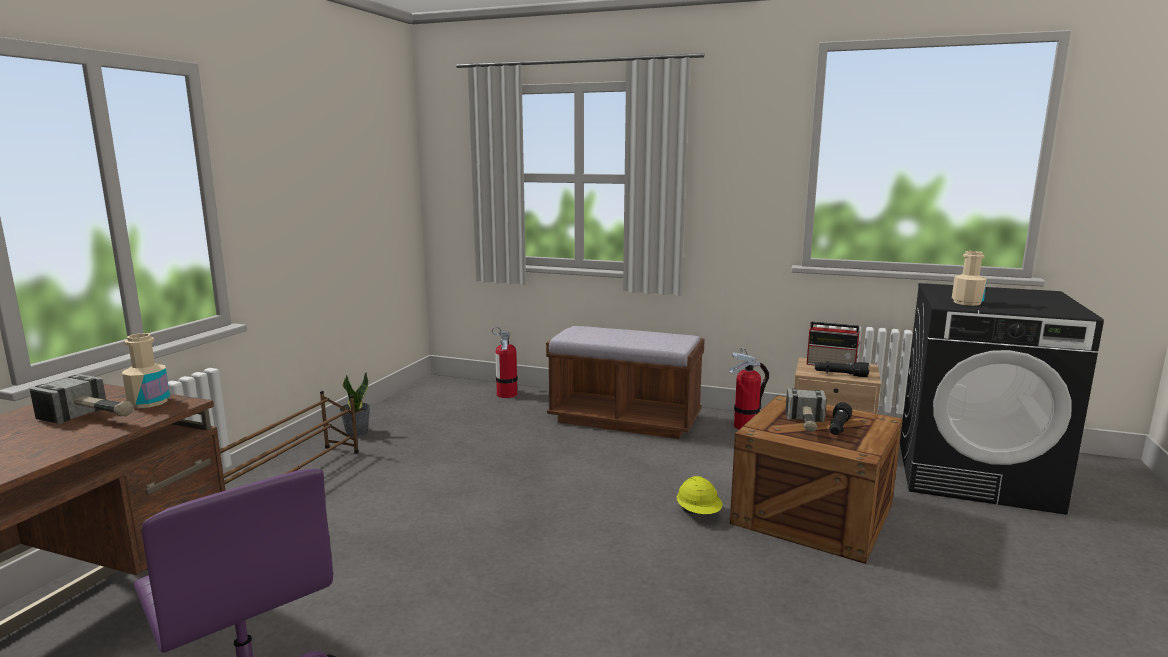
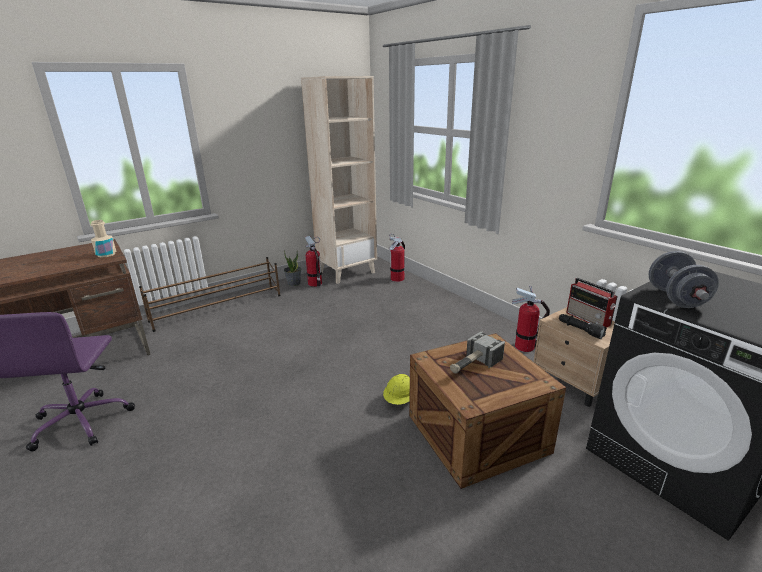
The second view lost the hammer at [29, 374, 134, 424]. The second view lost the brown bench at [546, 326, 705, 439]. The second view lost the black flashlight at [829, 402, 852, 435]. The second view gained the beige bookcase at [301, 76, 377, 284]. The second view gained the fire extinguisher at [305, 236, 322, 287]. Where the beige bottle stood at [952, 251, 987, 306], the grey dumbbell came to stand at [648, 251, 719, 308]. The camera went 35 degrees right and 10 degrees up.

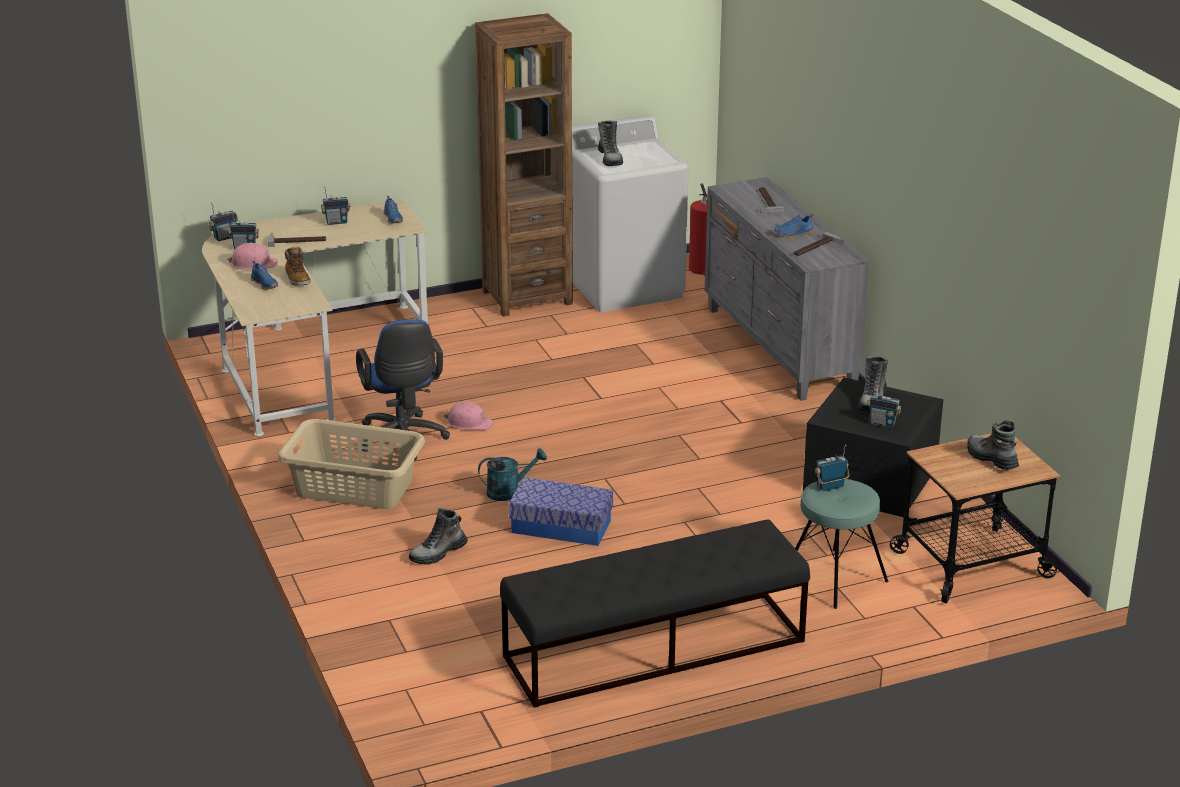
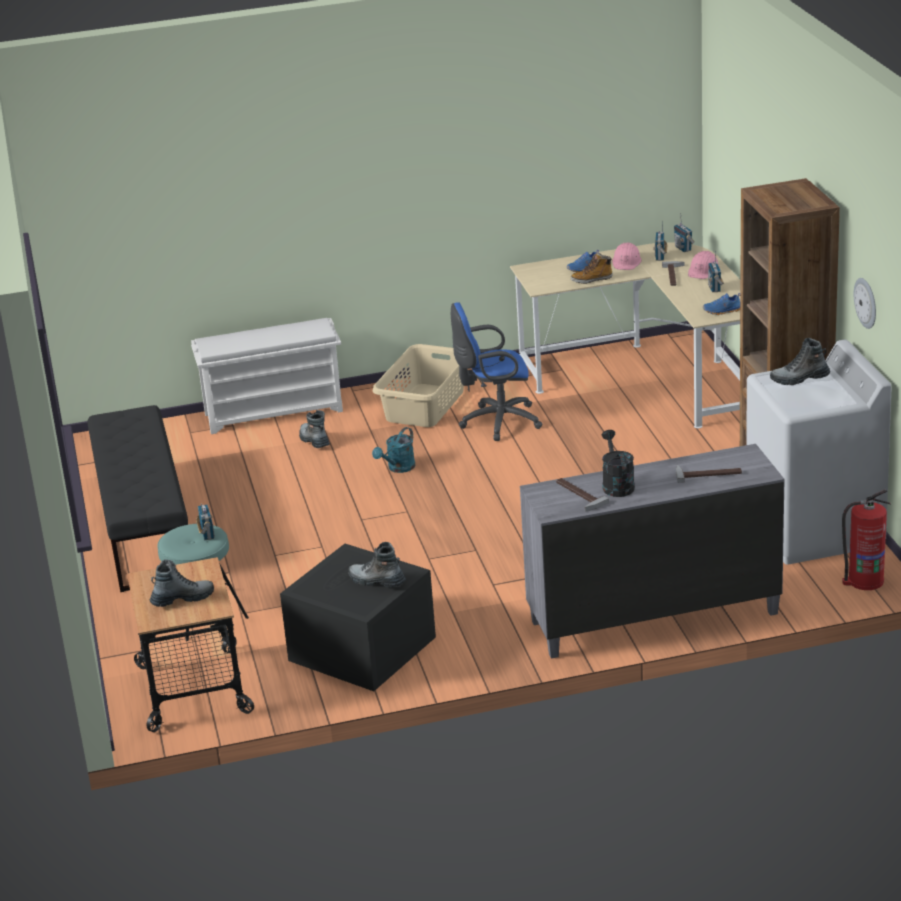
The second view lost the storage box at [508, 477, 613, 546]. The second view lost the radio at [867, 381, 901, 428]. The second view gained the white shoe rack at [191, 318, 343, 434]. The second view gained the wall clock at [854, 278, 876, 329]. The pink hard hat ended up elsewhere, having gone from [444, 401, 494, 430] to [688, 251, 720, 279]. Where the blue shoe stood at [774, 214, 814, 238], the black watering can came to stand at [602, 430, 635, 497]. The turquoise watering can at [478, 448, 547, 501] ended up facing another way, 45 degrees clockwise from before. The camera went 100 degrees right and 0 degrees up.

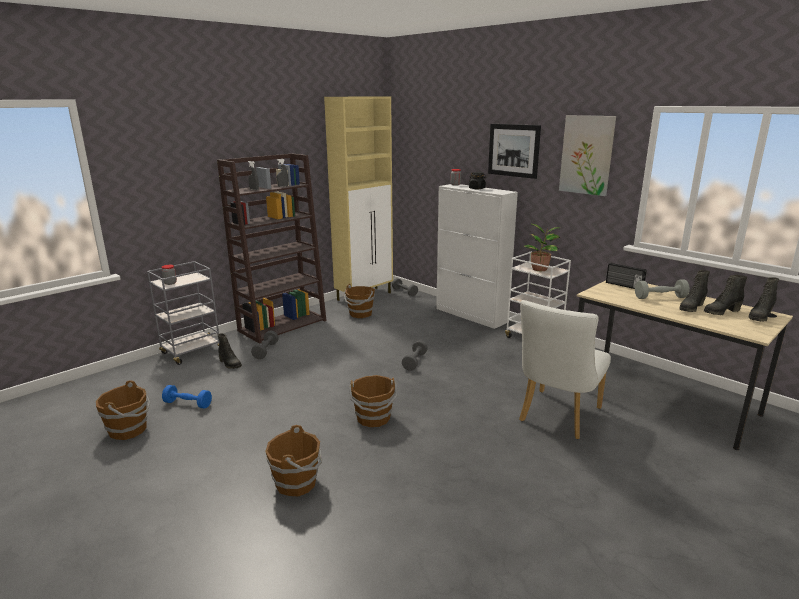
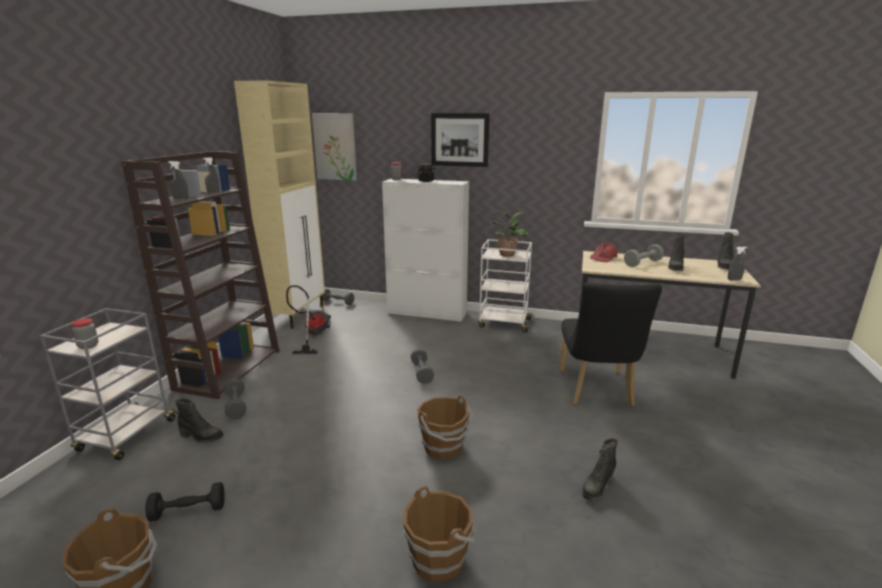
The second view gained the grey spray bottle at [728, 247, 747, 280]. The picture ended up elsewhere, having gone from [559, 115, 616, 196] to [312, 113, 357, 180]. The black boot ended up elsewhere, having gone from [704, 275, 747, 315] to [582, 438, 618, 501]. Where the brown bucket stood at [343, 284, 375, 318], the vacuum cleaner came to stand at [286, 285, 331, 354]. Where the radio stood at [606, 263, 647, 289], the red cap came to stand at [590, 242, 617, 262]. What was the blue dumbbell at [162, 385, 212, 409] turned into the black dumbbell at [145, 482, 225, 522]. What was the white chair at [519, 300, 611, 439] turned into the black chair at [559, 283, 662, 406]. The camera went 30 degrees left and 0 degrees up.

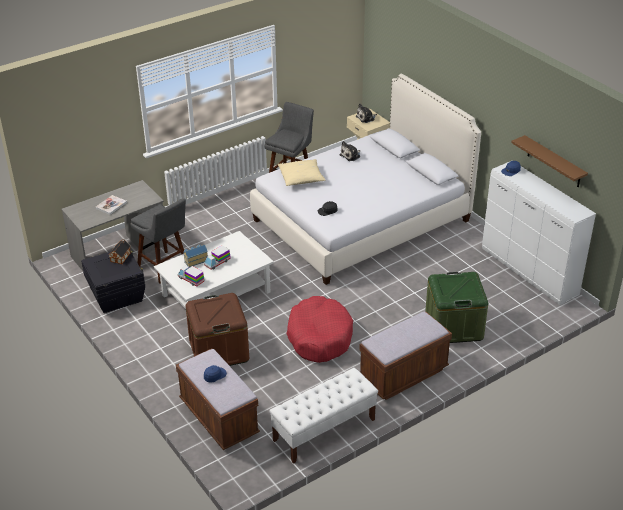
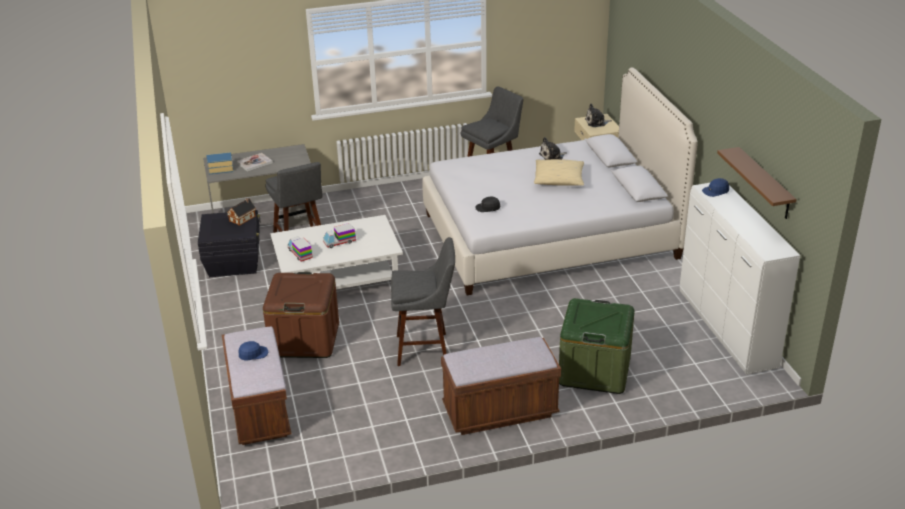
The second view lost the white bench at [269, 368, 378, 464]. The toy house ended up elsewhere, having gone from [184, 244, 208, 268] to [206, 152, 234, 175]. The beige pillow ended up elsewhere, having gone from [278, 159, 326, 186] to [534, 159, 584, 186]. Where the red dog bed stood at [286, 296, 353, 363], the grey stool came to stand at [391, 237, 455, 366]. The camera went 20 degrees right and 5 degrees down.

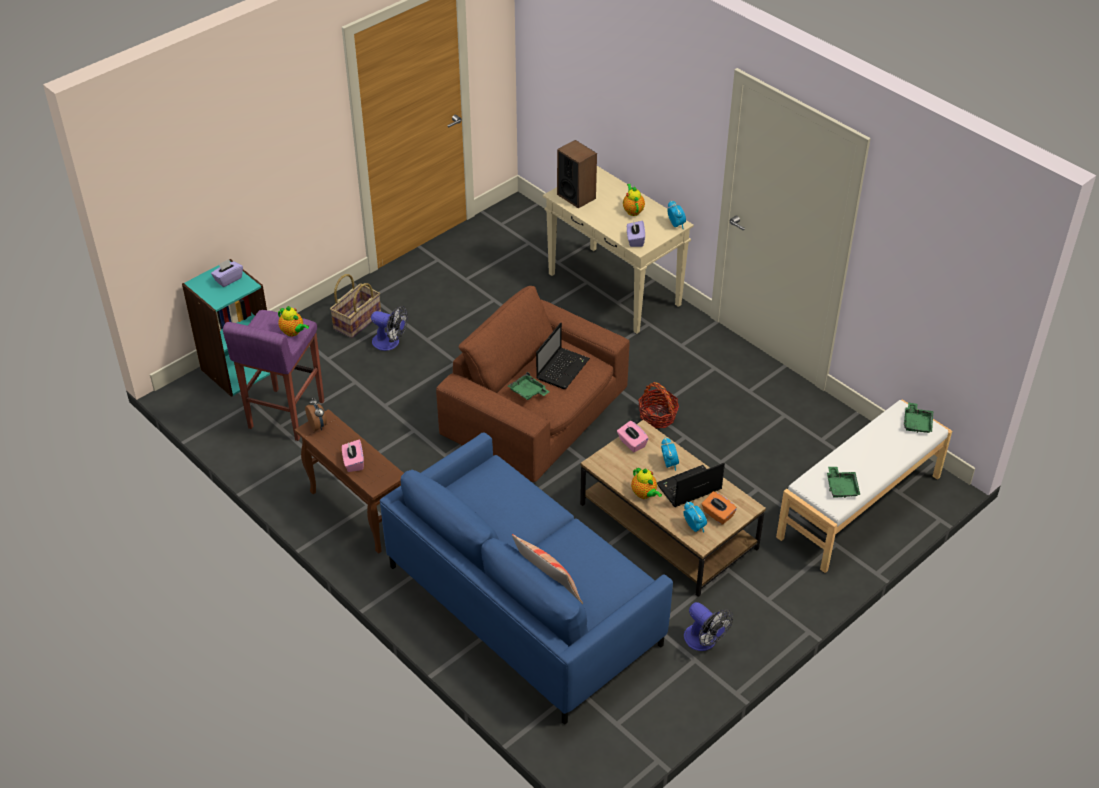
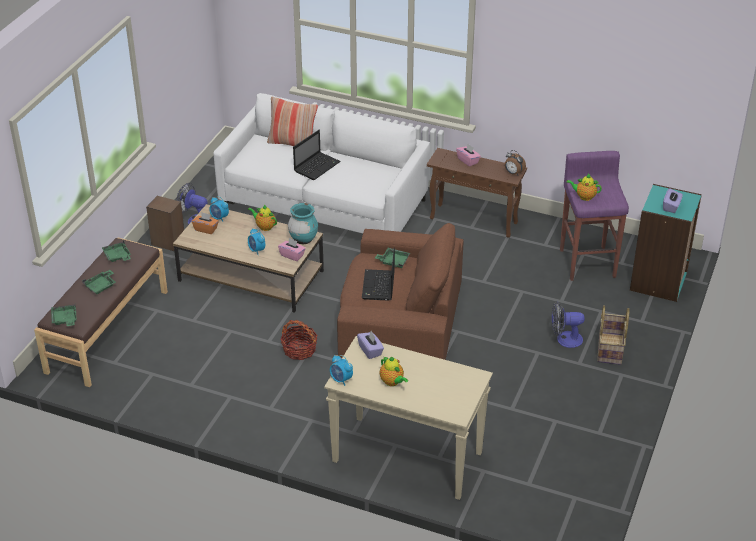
The second view gained the green tray at [82, 270, 116, 294]. The second view gained the turquoise vase at [288, 203, 318, 244]. The speaker ended up elsewhere, having gone from [557, 140, 597, 208] to [146, 196, 184, 251]. The laptop ended up elsewhere, having gone from [657, 463, 725, 507] to [293, 130, 340, 180]. What was the blue sofa at [380, 433, 673, 725] turned into the white sofa at [213, 93, 430, 234]. What was the white bench at [776, 399, 952, 573] turned into the brown bench at [34, 238, 168, 387]. The camera went 155 degrees right and 5 degrees down.

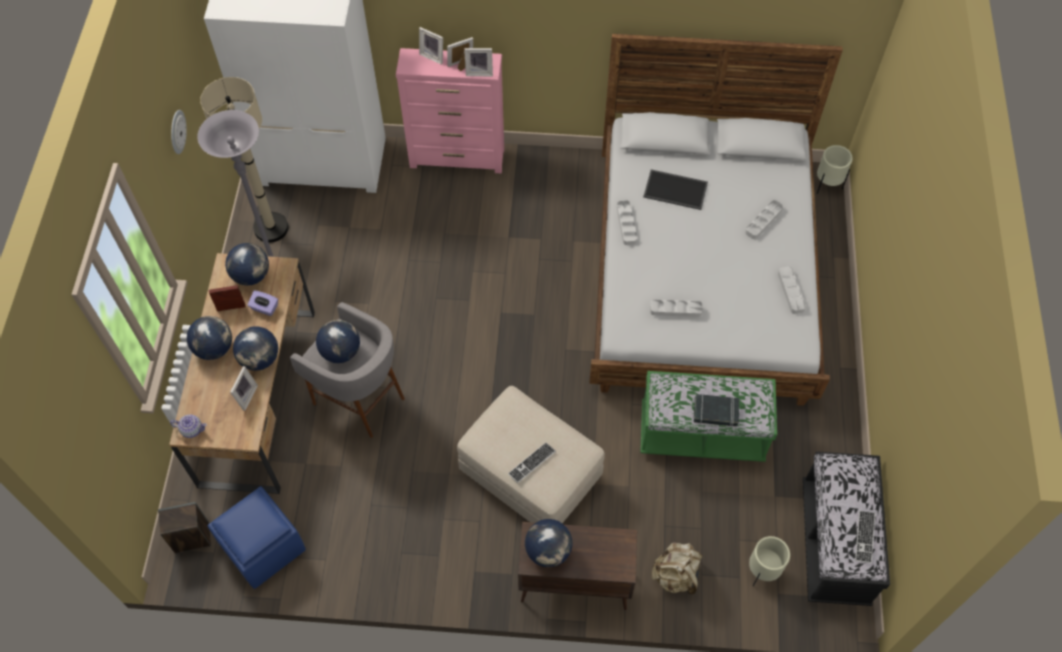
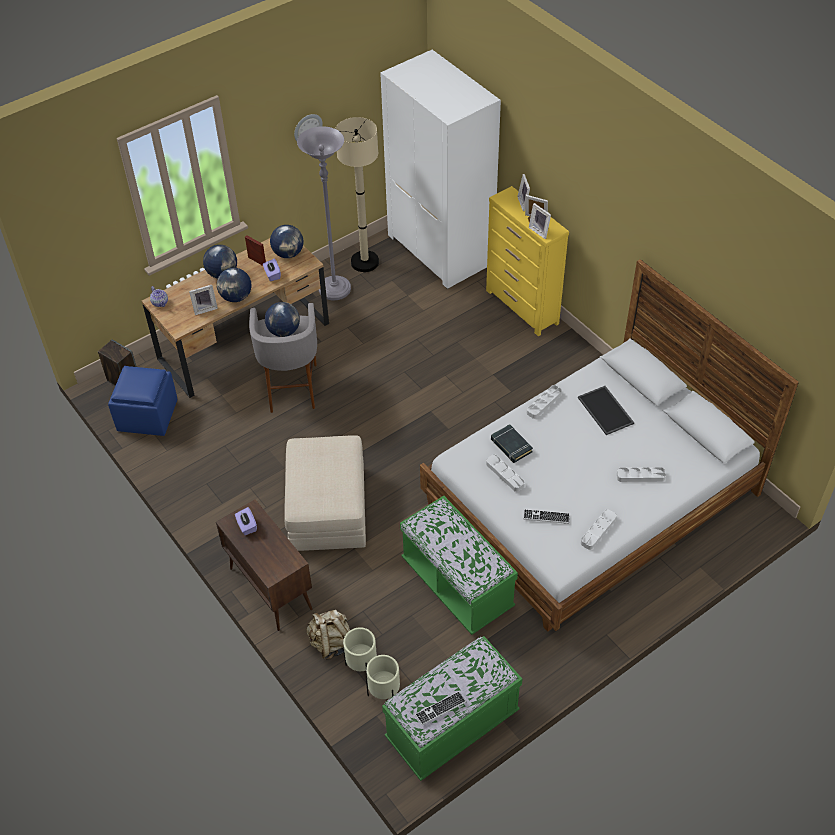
The keyboard ended up elsewhere, having gone from [508, 442, 556, 483] to [523, 509, 570, 524]. The black book ended up elsewhere, having gone from [694, 394, 739, 427] to [491, 424, 533, 463]. The beige planter ended up elsewhere, having gone from [817, 145, 853, 194] to [343, 627, 377, 675]. Where the globe stood at [525, 519, 572, 567], the purple tissue box came to stand at [235, 507, 257, 535]. What was the pink dresser at [396, 48, 504, 173] turned into the yellow dresser at [486, 186, 569, 336]. What was the black bench at [803, 451, 890, 606] turned into the green bench at [382, 636, 523, 781]. The camera went 50 degrees right and 10 degrees down.

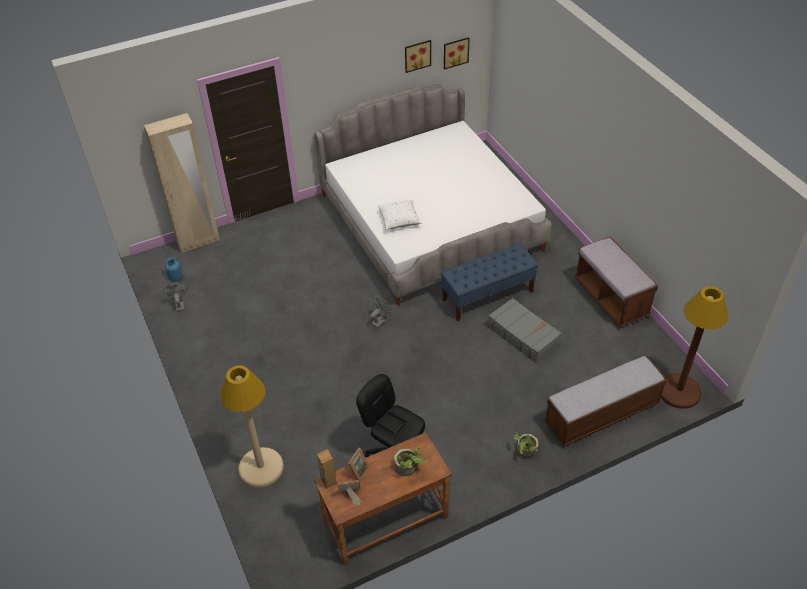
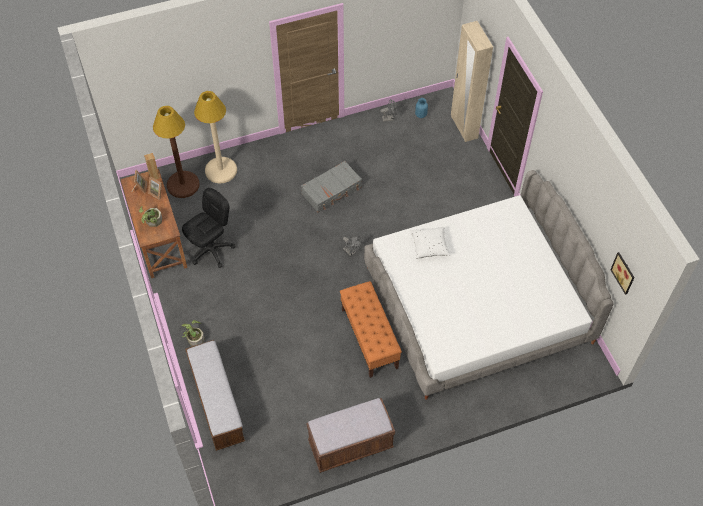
The second view lost the picture at [405, 40, 431, 73]. The grey suitcase ended up elsewhere, having gone from [488, 298, 562, 363] to [301, 161, 362, 213]. The brown floor lamp ended up elsewhere, having gone from [661, 286, 728, 409] to [153, 106, 200, 198]. What was the blue bench at [441, 243, 538, 321] turned into the orange bench at [340, 281, 402, 378]. The camera went 95 degrees right and 10 degrees up.

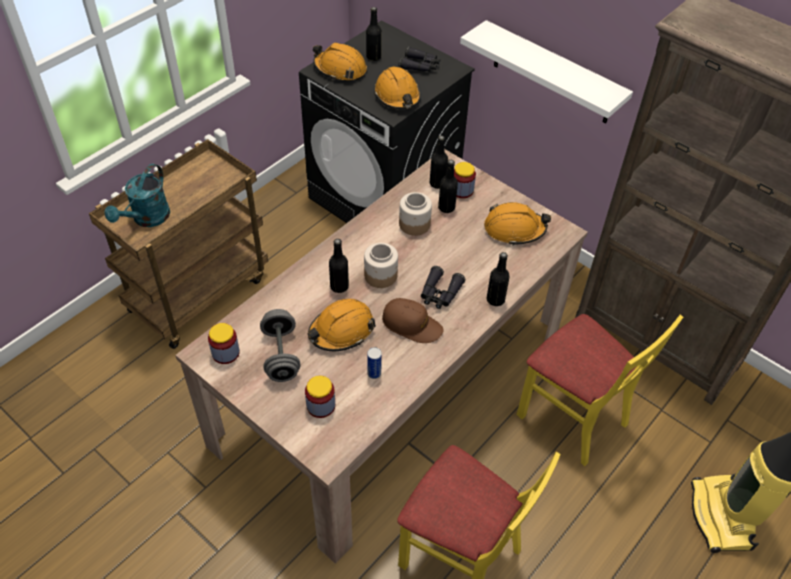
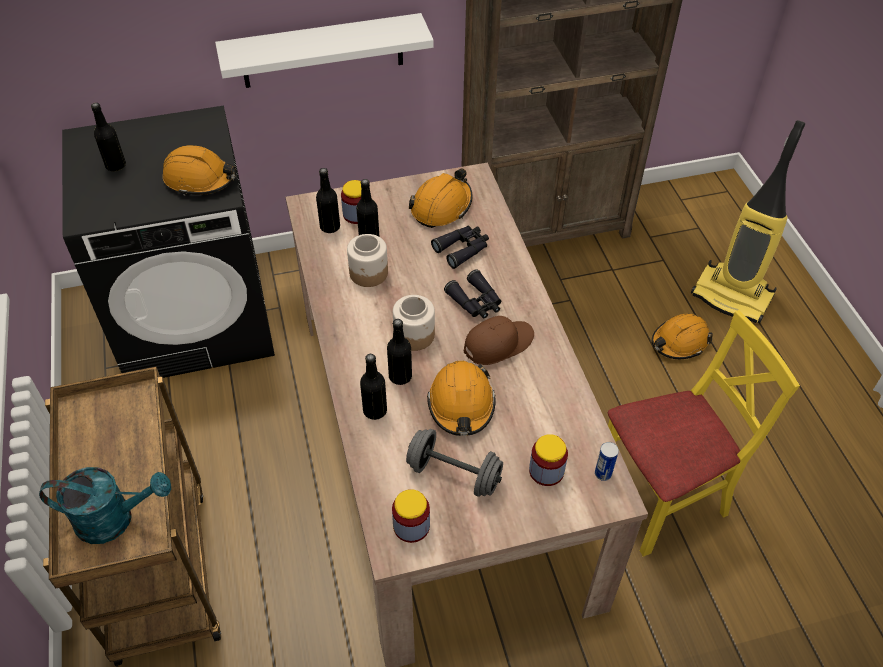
The second view lost the yellow chair at [517, 314, 683, 466]. The orange hard hat ended up elsewhere, having gone from [313, 42, 367, 81] to [651, 314, 713, 359]. The can ended up elsewhere, having gone from [367, 347, 382, 379] to [595, 442, 619, 481]. The black binoculars ended up elsewhere, having gone from [398, 46, 440, 72] to [431, 226, 489, 269]. The black bottle ended up elsewhere, having gone from [487, 252, 510, 306] to [360, 354, 387, 420]. The turquoise watering can at [105, 164, 170, 227] ended up facing another way, 60 degrees counterclockwise from before. The camera went 55 degrees left and 0 degrees up.

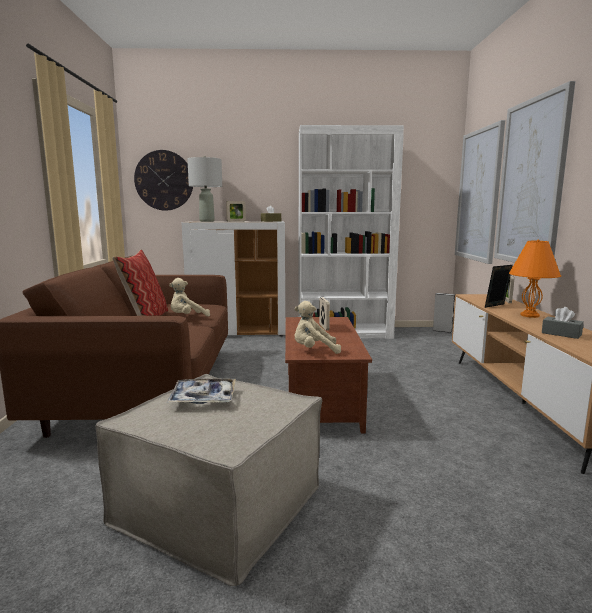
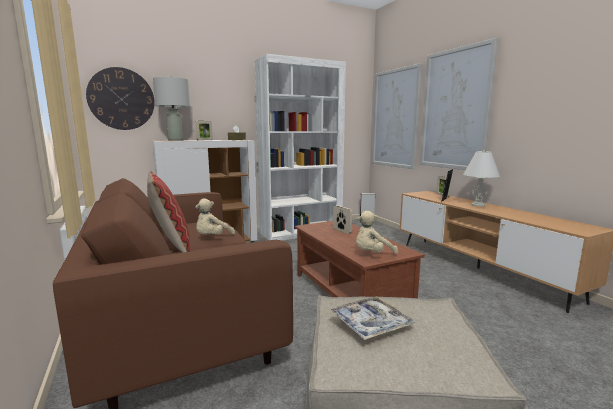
The second view lost the grey tissue box at [542, 307, 584, 339]. What was the orange table lamp at [509, 240, 561, 318] turned into the white table lamp at [463, 150, 500, 207]. The camera went 25 degrees left and 0 degrees up.

